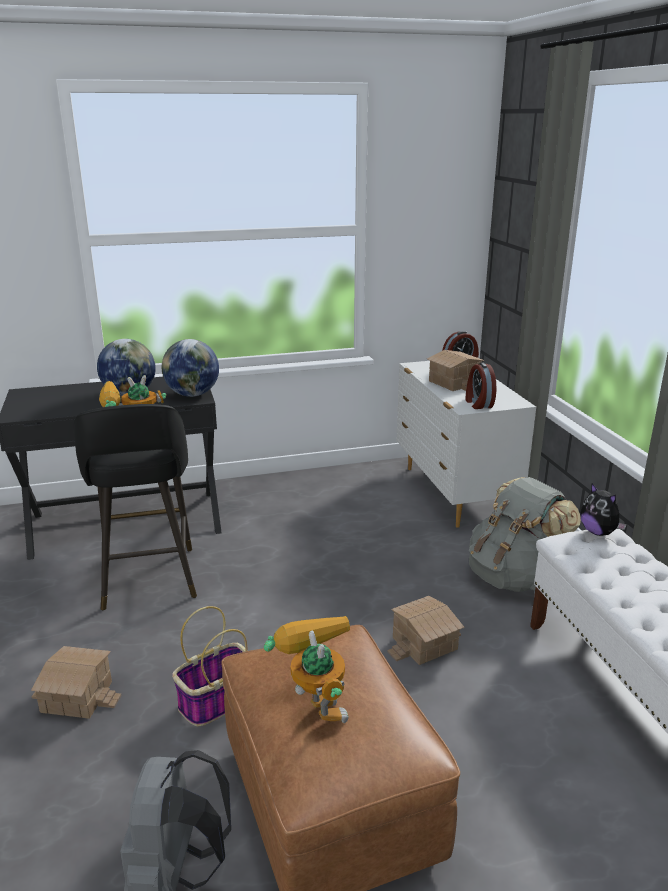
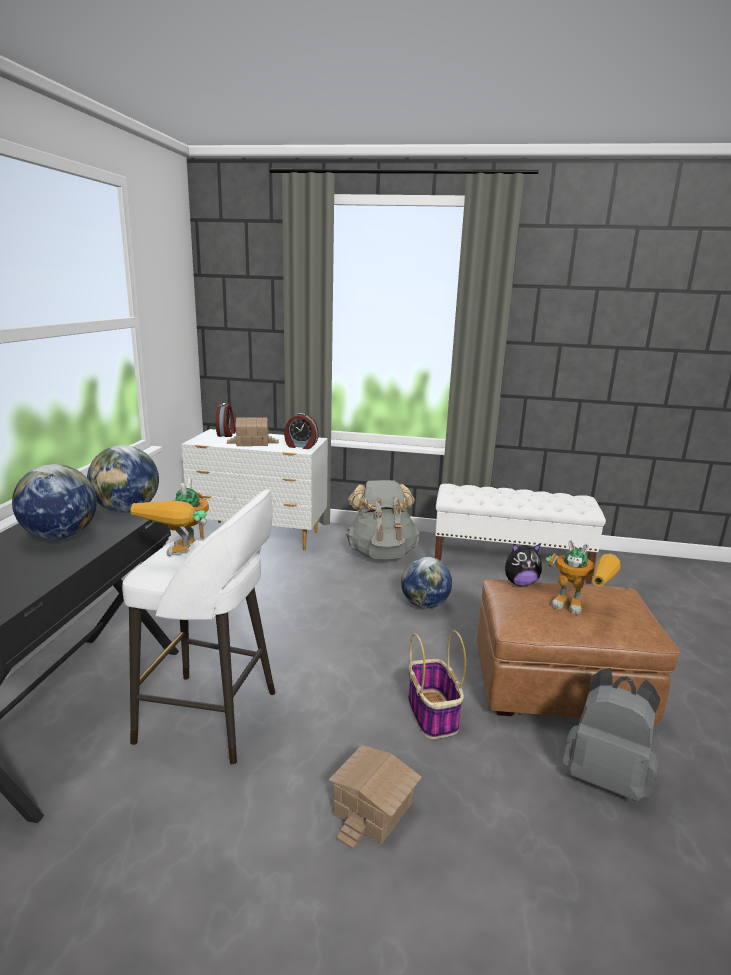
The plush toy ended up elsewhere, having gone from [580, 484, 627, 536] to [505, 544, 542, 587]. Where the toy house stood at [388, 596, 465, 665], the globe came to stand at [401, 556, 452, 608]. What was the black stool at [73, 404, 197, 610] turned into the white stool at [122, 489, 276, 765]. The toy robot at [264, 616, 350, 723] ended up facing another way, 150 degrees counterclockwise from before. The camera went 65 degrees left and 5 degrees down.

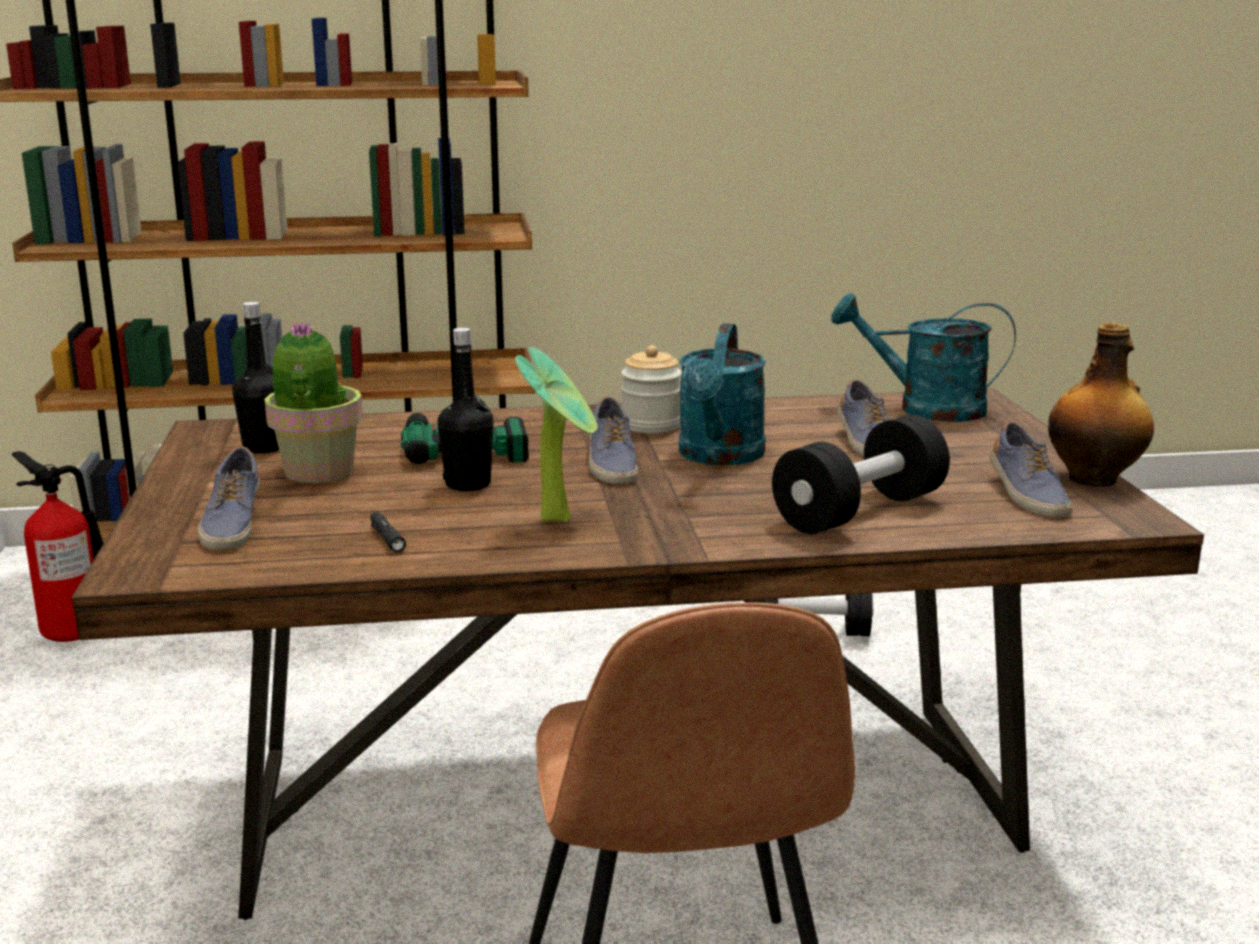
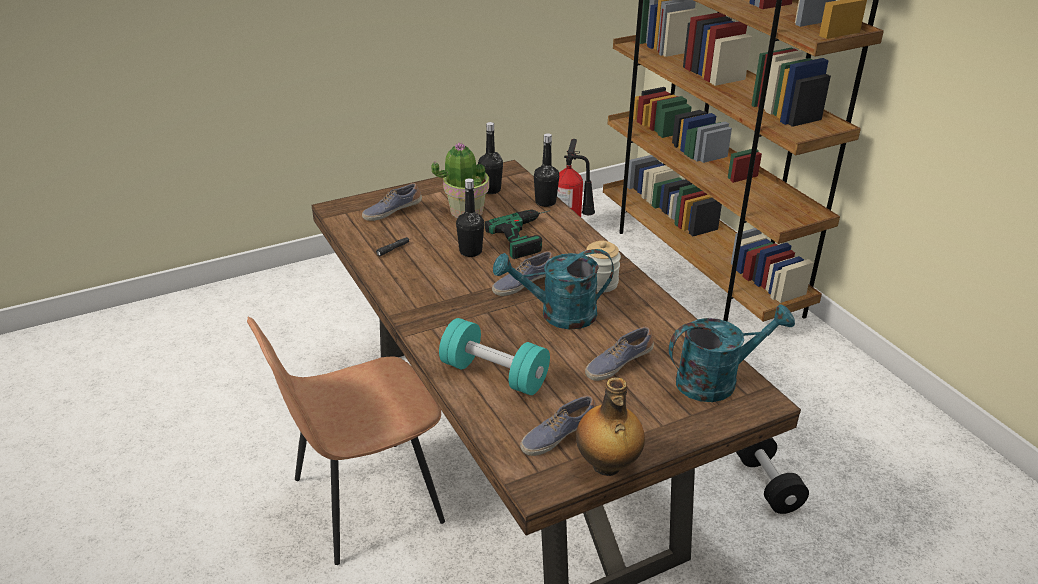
The second view lost the potted plant at [515, 347, 598, 523]. The second view gained the black bottle at [534, 133, 559, 207]. What was the black dumbbell at [772, 415, 950, 534] turned into the turquoise dumbbell at [439, 318, 550, 395]. The turquoise watering can at [831, 293, 1016, 422] ended up facing another way, 75 degrees clockwise from before. The camera went 70 degrees right and 15 degrees up.

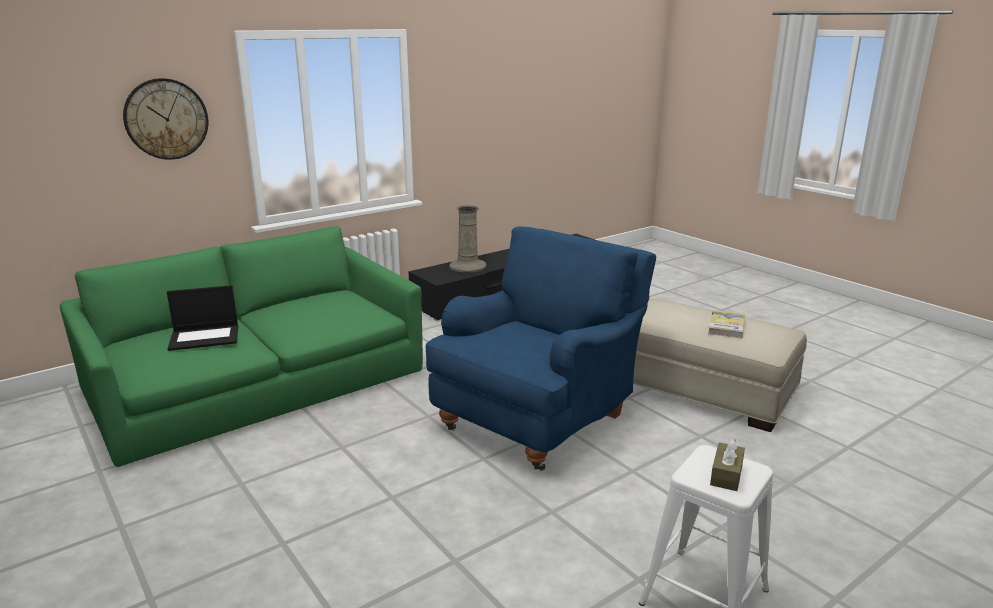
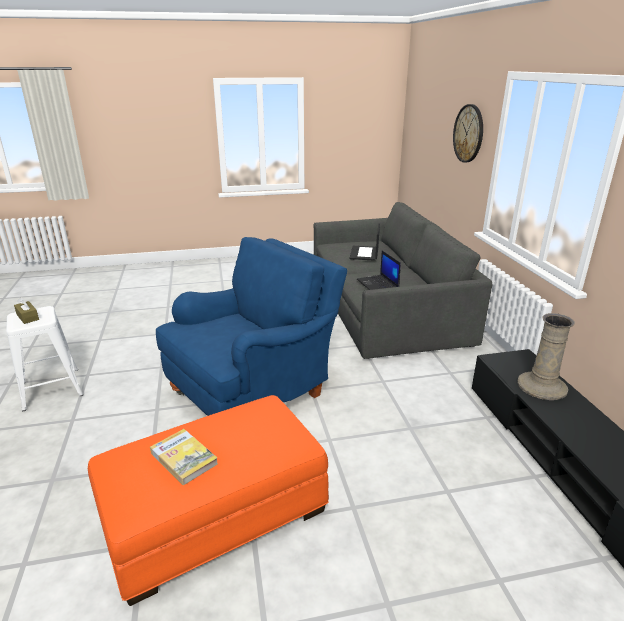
The second view gained the laptop at [357, 251, 401, 290]. What was the green sofa at [60, 226, 423, 467] turned into the grey sofa at [313, 202, 492, 359]. What was the beige ottoman at [633, 298, 807, 432] turned into the orange ottoman at [88, 395, 329, 606]. The blue armchair at [426, 226, 656, 471] ended up facing another way, 105 degrees counterclockwise from before. The camera went 115 degrees right and 5 degrees up.

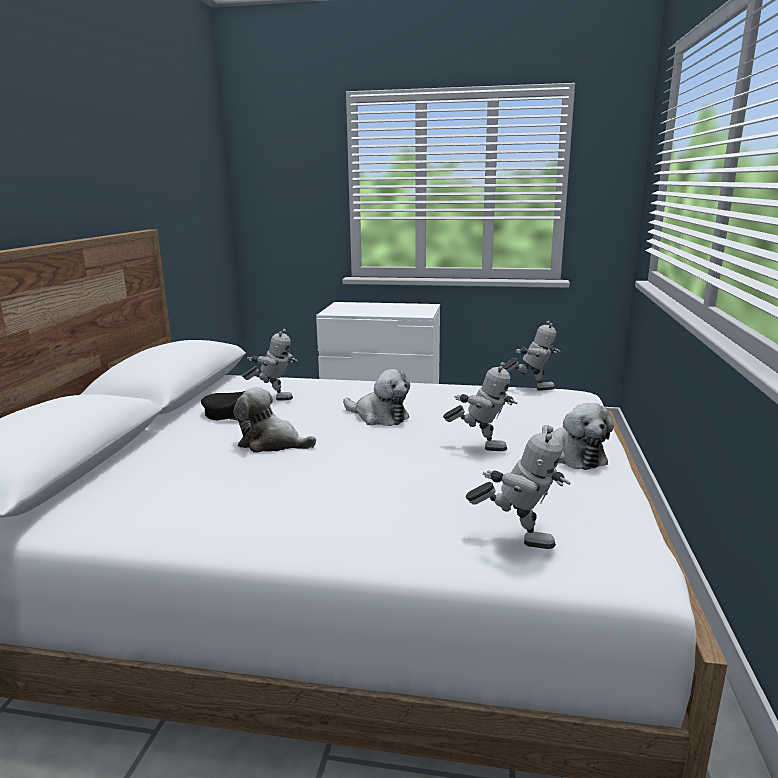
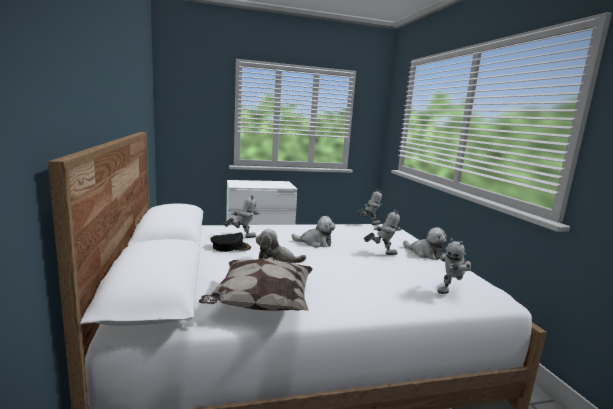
The second view gained the pillow at [199, 257, 313, 311]. The toy robot at [466, 426, 571, 549] ended up facing another way, 135 degrees clockwise from before. The camera went 25 degrees left and 5 degrees down.

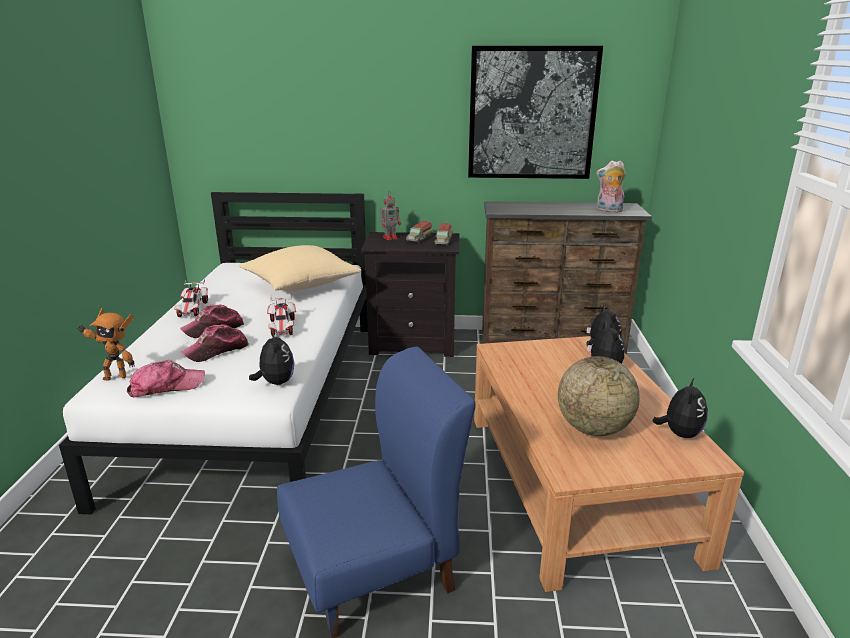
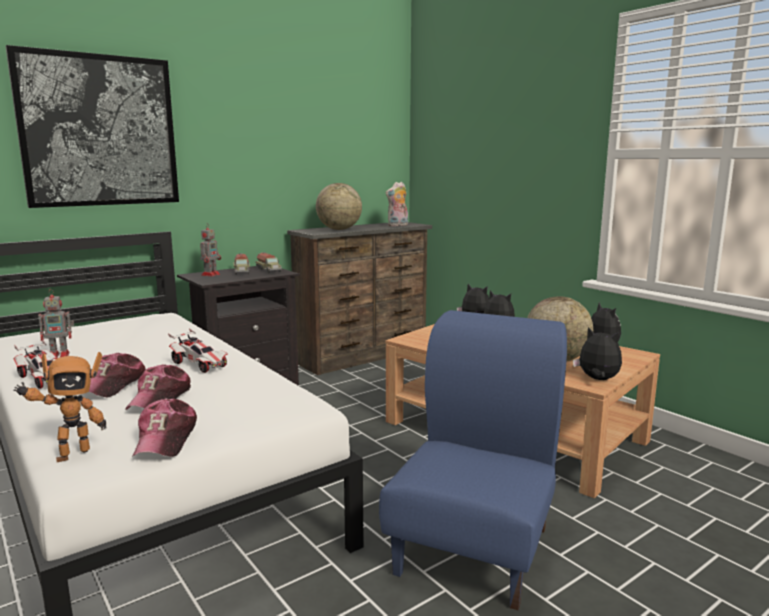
The second view lost the beige pillow at [239, 245, 362, 291]. The second view gained the toy robot at [38, 289, 74, 358]. The second view gained the globe at [316, 183, 362, 230]. The plush toy ended up elsewhere, having gone from [249, 331, 294, 385] to [573, 327, 622, 380]. The picture ended up elsewhere, having gone from [468, 46, 603, 179] to [5, 45, 179, 208]. The cap at [127, 360, 205, 397] ended up facing another way, 150 degrees clockwise from before. The camera went 40 degrees left and 10 degrees down.

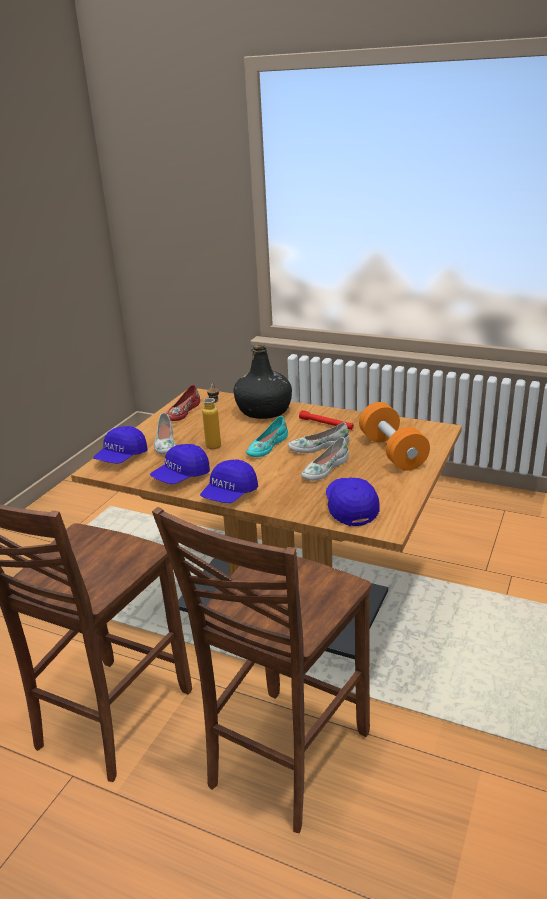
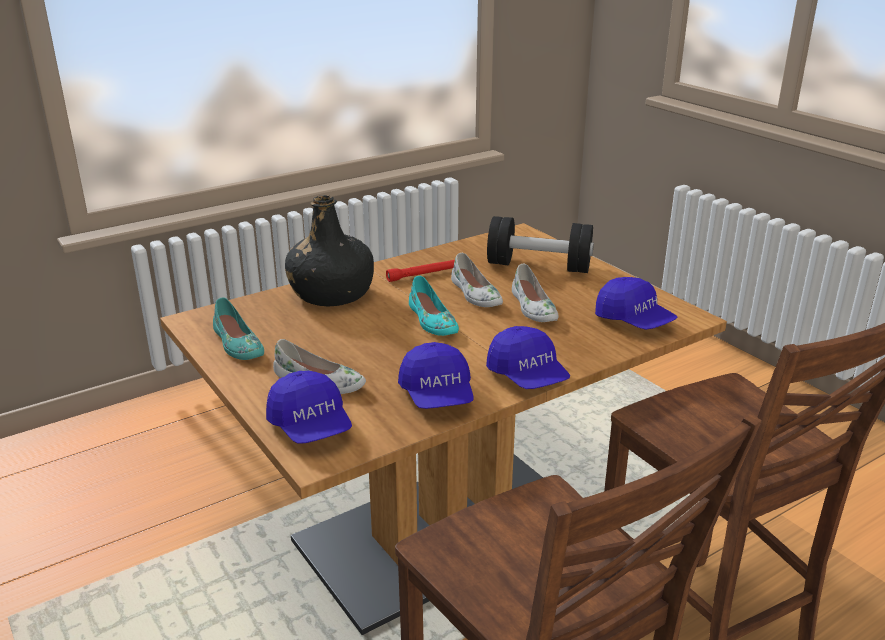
The second view lost the bottle at [202, 383, 221, 449]. What was the red shoe at [167, 385, 200, 421] turned into the turquoise shoe at [213, 297, 264, 360]. What was the orange dumbbell at [359, 402, 430, 471] turned into the black dumbbell at [487, 216, 594, 273]. The white shoe at [288, 423, 350, 453] ended up facing another way, 45 degrees counterclockwise from before. The blue cap at [326, 478, 380, 526] ended up facing another way, 150 degrees counterclockwise from before. The camera went 60 degrees left and 0 degrees up.

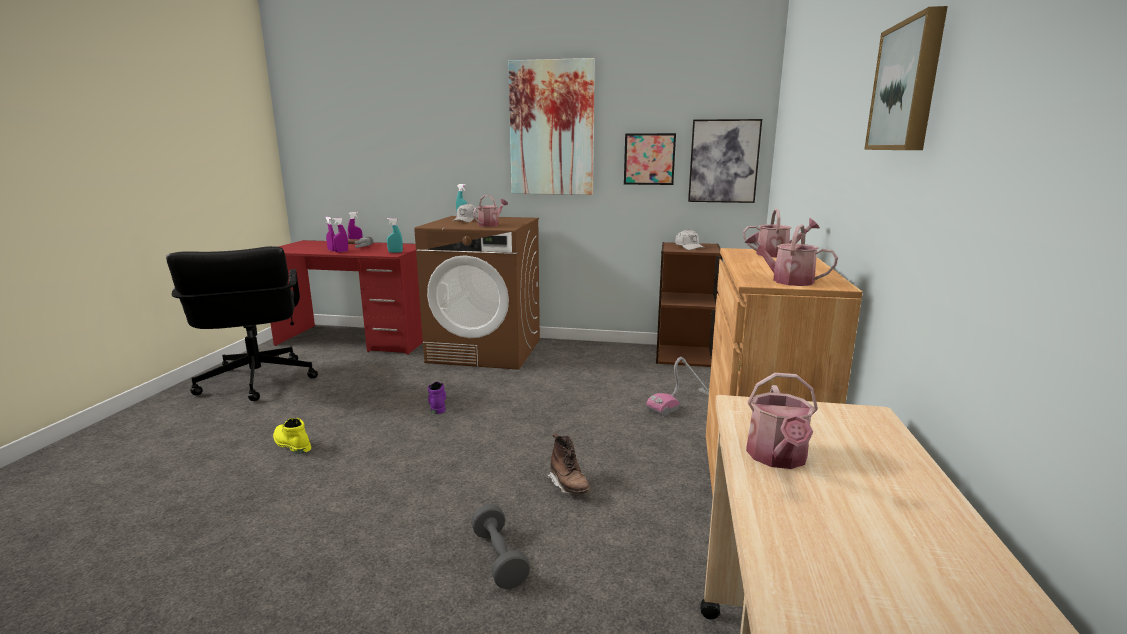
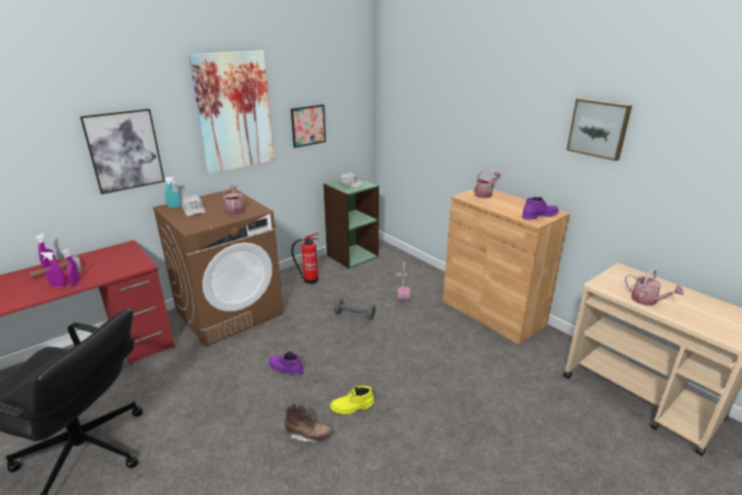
The second view lost the turquoise spray bottle at [387, 218, 403, 253]. The second view gained the fire extinguisher at [291, 233, 319, 284]. The yellow boot ended up elsewhere, having gone from [273, 418, 311, 454] to [330, 386, 374, 414]. The grey dumbbell ended up elsewhere, having gone from [471, 504, 530, 589] to [334, 299, 375, 320]. The brown boot ended up elsewhere, having gone from [547, 433, 591, 495] to [284, 404, 333, 443]. The picture ended up elsewhere, having gone from [688, 119, 762, 203] to [80, 109, 165, 194]. Where the watering can stood at [745, 225, 838, 286], the purple boot came to stand at [522, 197, 559, 220]. What was the brown bookcase at [656, 242, 723, 367] turned into the green bookcase at [323, 176, 379, 269]. The camera went 50 degrees left and 10 degrees up.

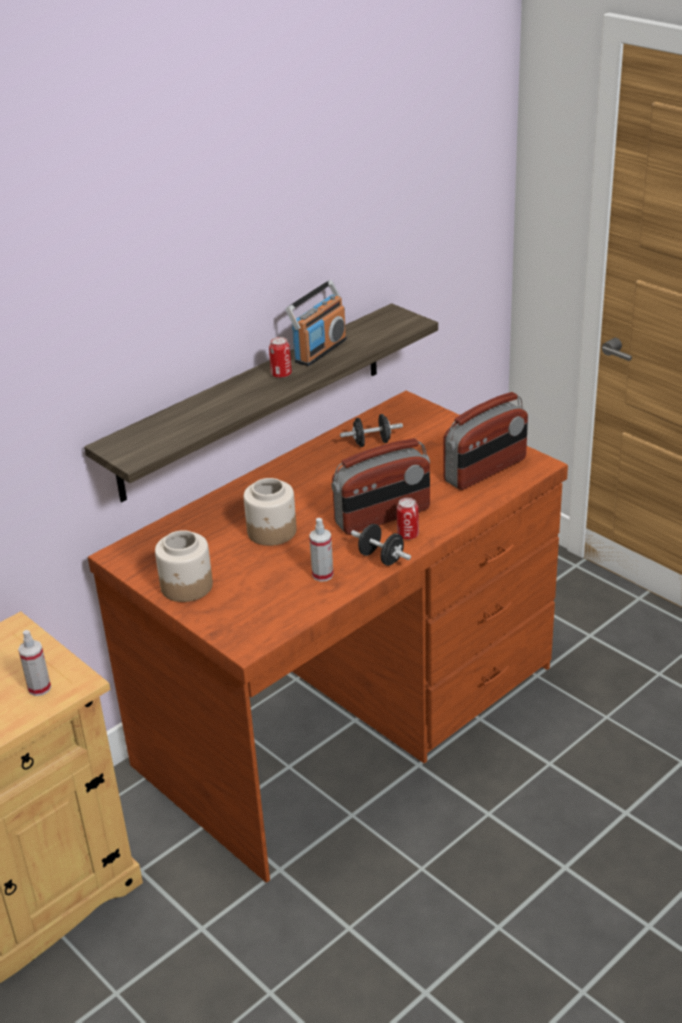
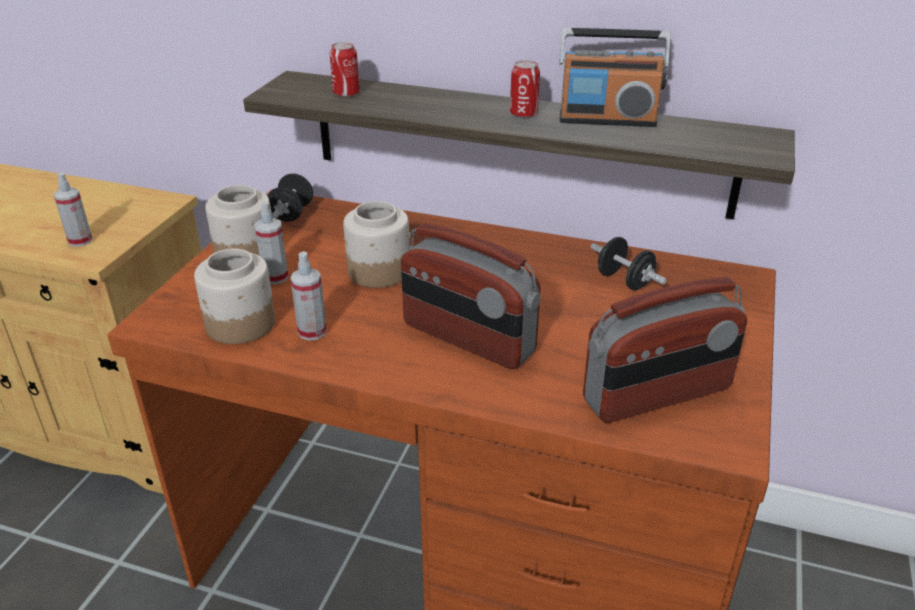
The second view gained the jar at [194, 248, 275, 344]. The second view gained the spray bottle at [255, 202, 289, 284]. The black dumbbell ended up elsewhere, having gone from [351, 524, 411, 566] to [268, 174, 313, 222]. The can ended up elsewhere, having gone from [397, 498, 419, 540] to [330, 42, 360, 97]. The radio at [443, 392, 528, 490] ended up facing another way, 45 degrees counterclockwise from before. The camera went 60 degrees right and 0 degrees up.

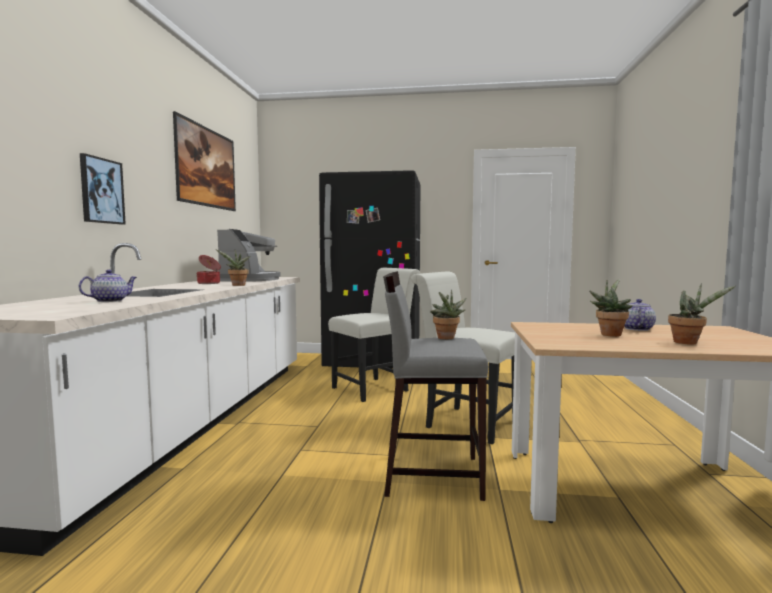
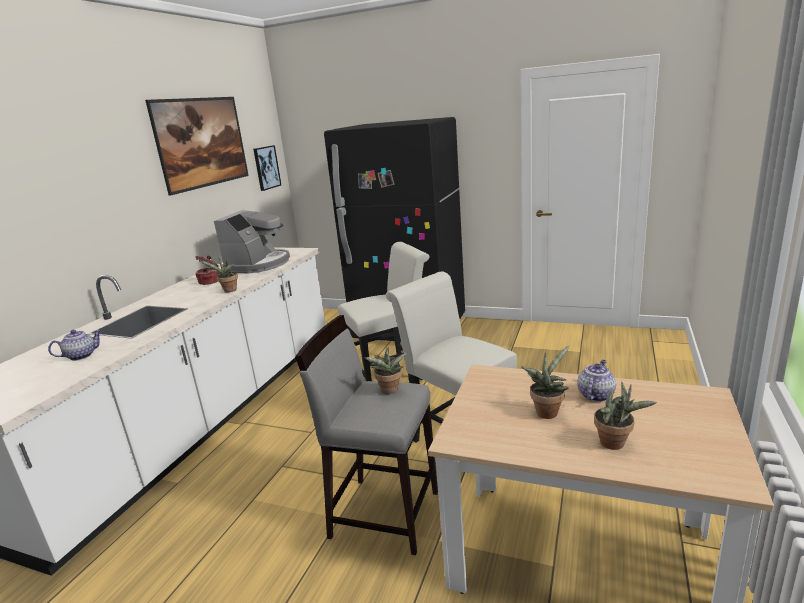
The picture ended up elsewhere, having gone from [80, 153, 126, 225] to [253, 145, 281, 191]. The camera went 15 degrees right and 15 degrees up.

